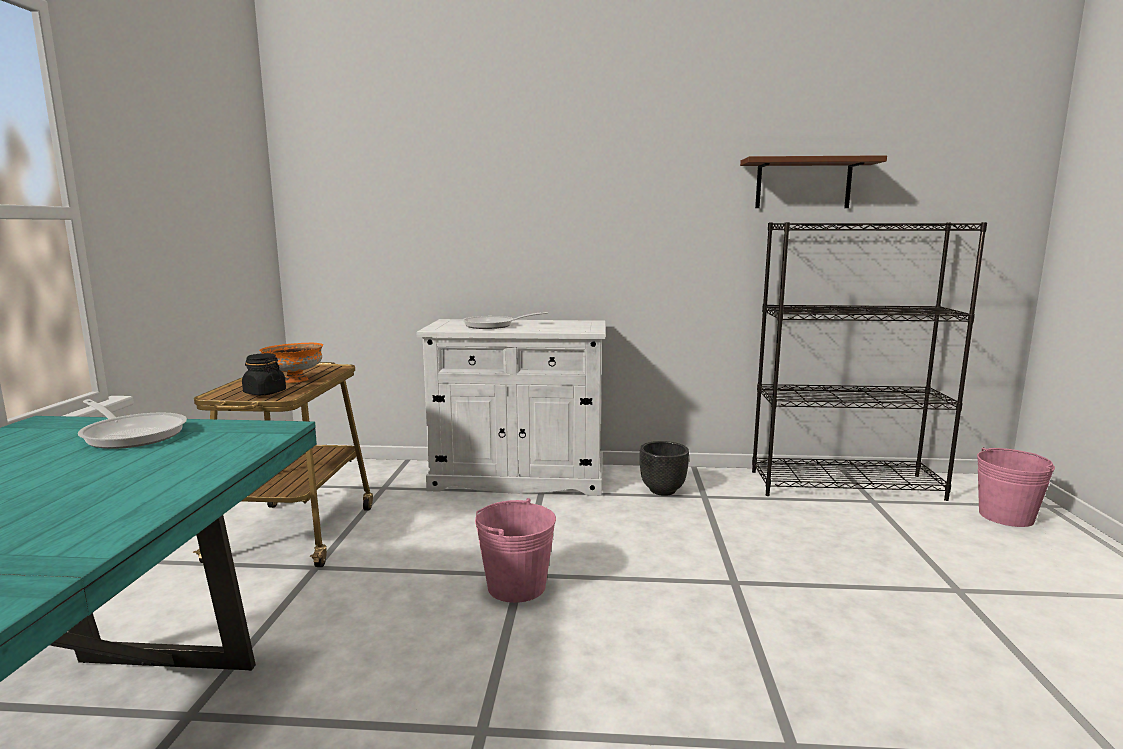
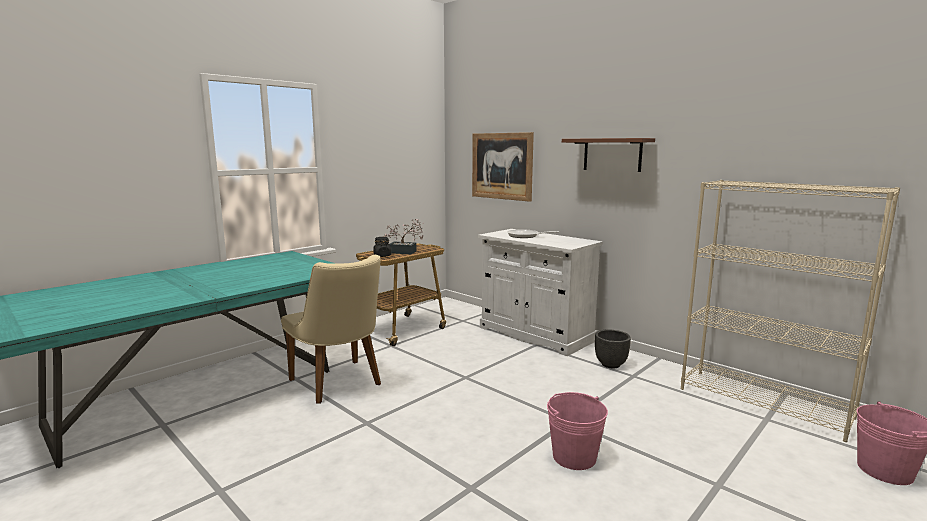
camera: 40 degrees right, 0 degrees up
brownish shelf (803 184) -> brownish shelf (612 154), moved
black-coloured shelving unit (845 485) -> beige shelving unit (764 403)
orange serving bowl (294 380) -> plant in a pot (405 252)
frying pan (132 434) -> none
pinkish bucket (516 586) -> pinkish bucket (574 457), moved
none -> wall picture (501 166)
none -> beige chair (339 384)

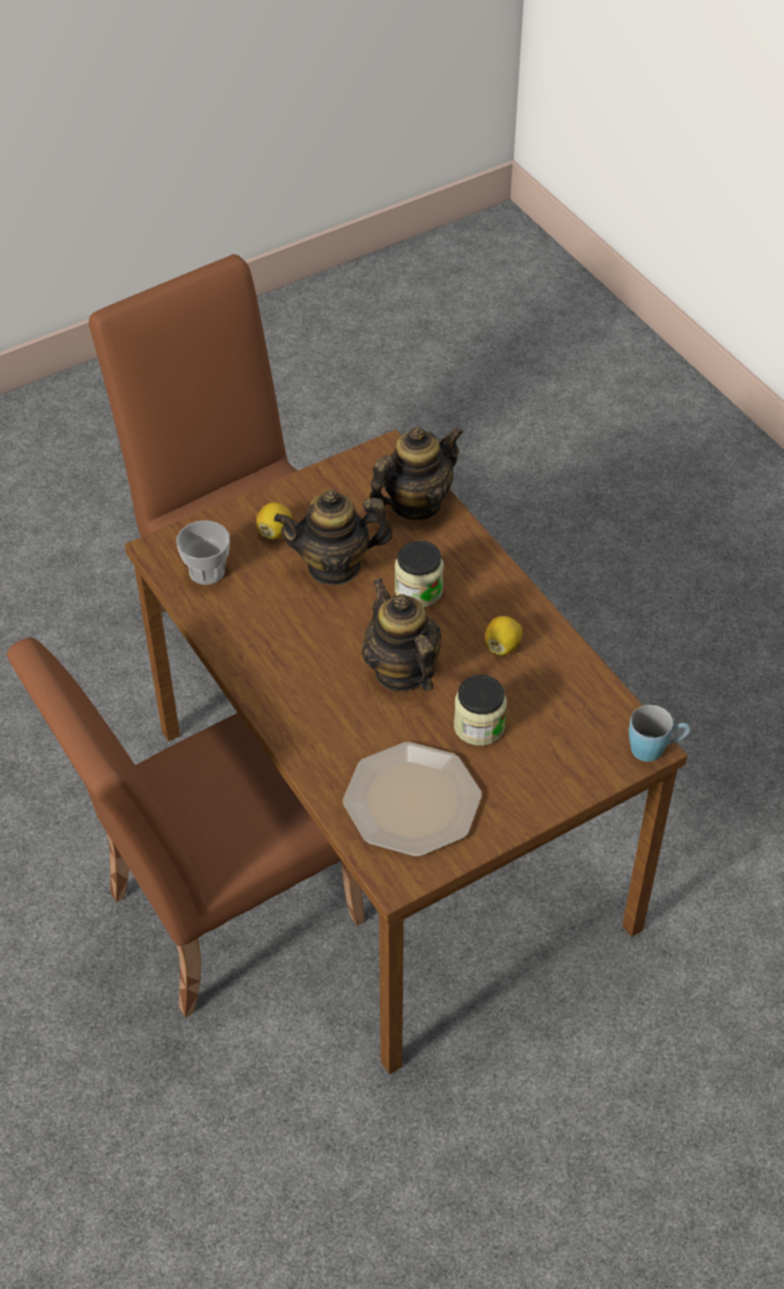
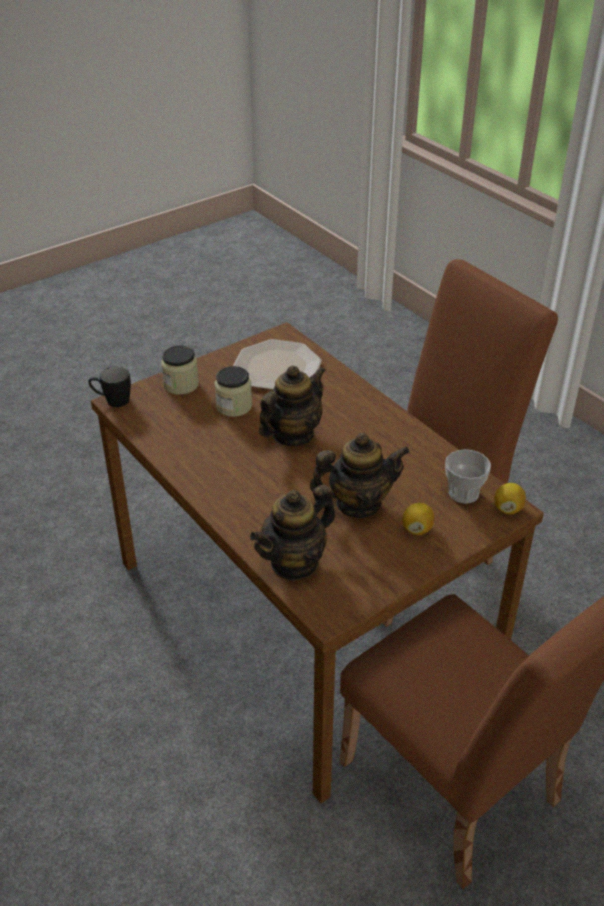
camera: 175 degrees right, 10 degrees down
storage jar (418 590) -> storage jar (181 385), moved
tea pot (401 671) -> tea pot (292 434), 105 degrees counterclockwise
whole lemon (502 646) -> whole lemon (508 508), moved
blue coffee mug (655 749) -> black-coloured coffee mug (112 401)

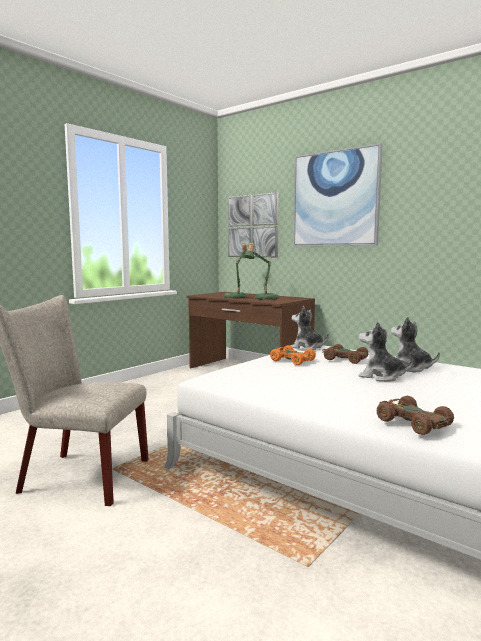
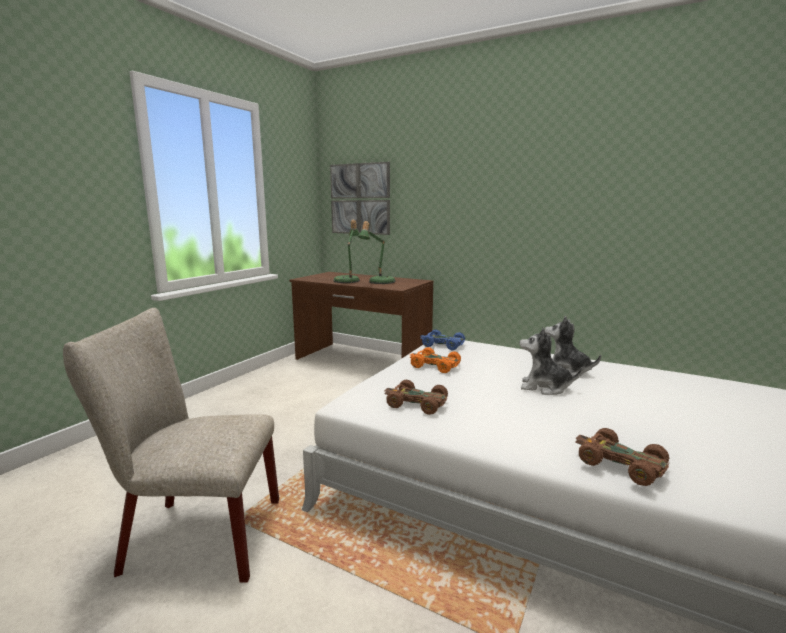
camera: 10 degrees left, 5 degrees up
wall picture (335 199) -> none
plush toy (307 348) -> blue model car (442 345)
brownish model car (345 359) -> brownish model car (416 404), moved

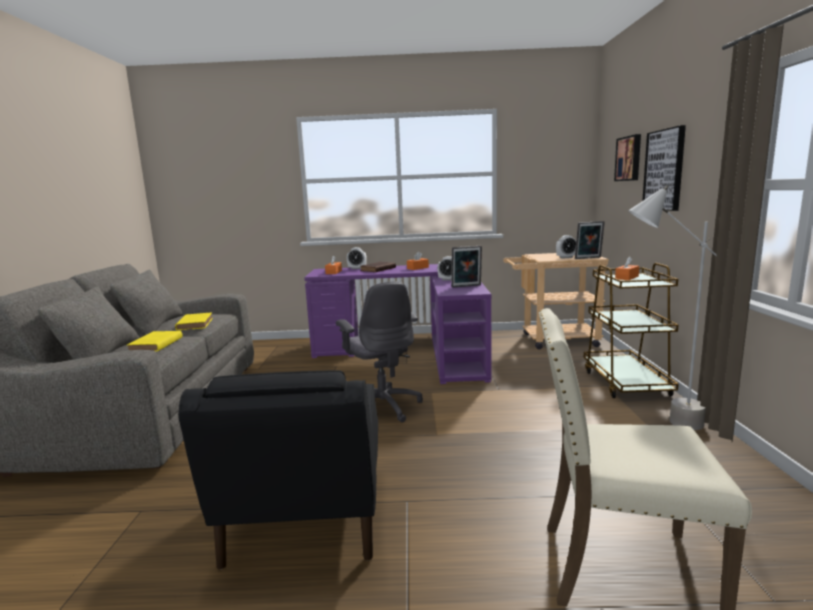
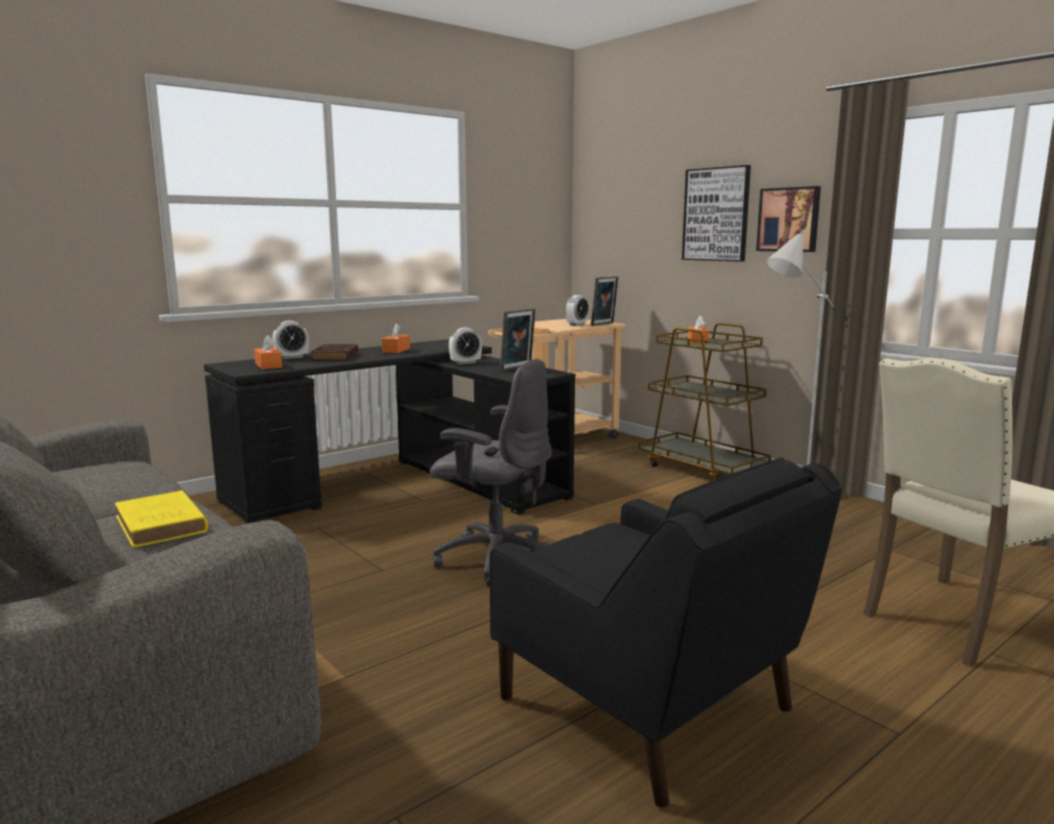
camera: 40 degrees left, 0 degrees up
wall picture (629 158) -> wall picture (789 219), moved
purplish desk (413 352) -> black-coloured desk (405 485)
yellowish volume (195 324) -> none

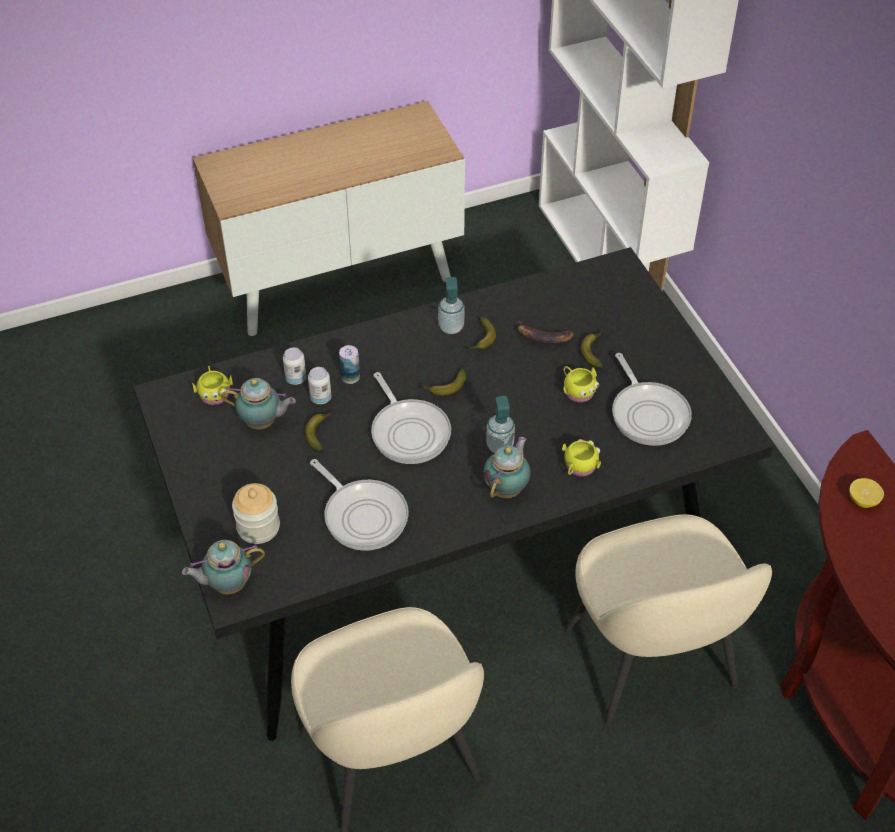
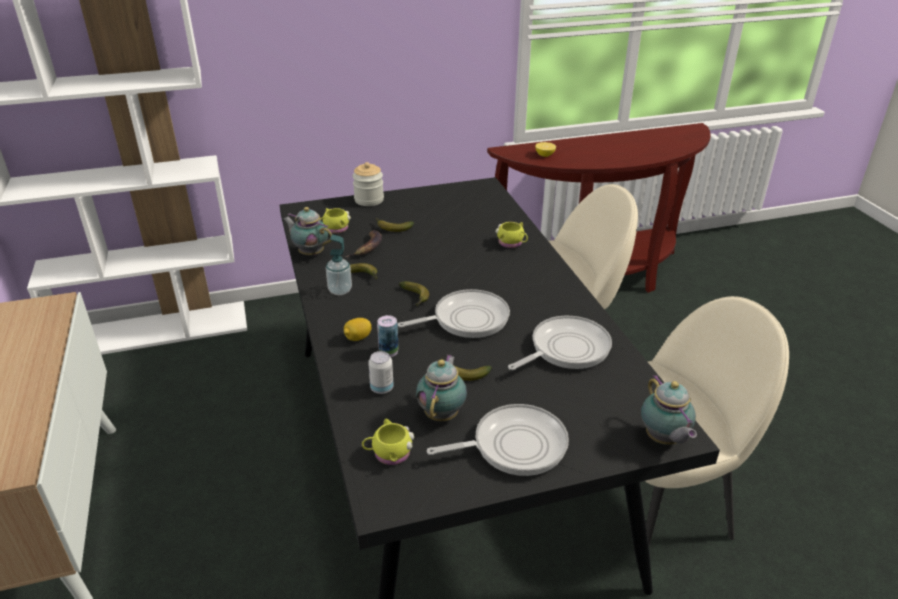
camera: 85 degrees left, 15 degrees down
frying pan (648 414) -> frying pan (513 445), moved
yellowish coffee mug (577 390) -> yellowish coffee mug (334 229), moved
metal can (320 398) -> none
soap bottle (499 446) -> none
tea pot (507 488) -> tea pot (310 253), moved
storage jar (258 527) -> storage jar (369 200), moved
none -> whole lemon (358 338)

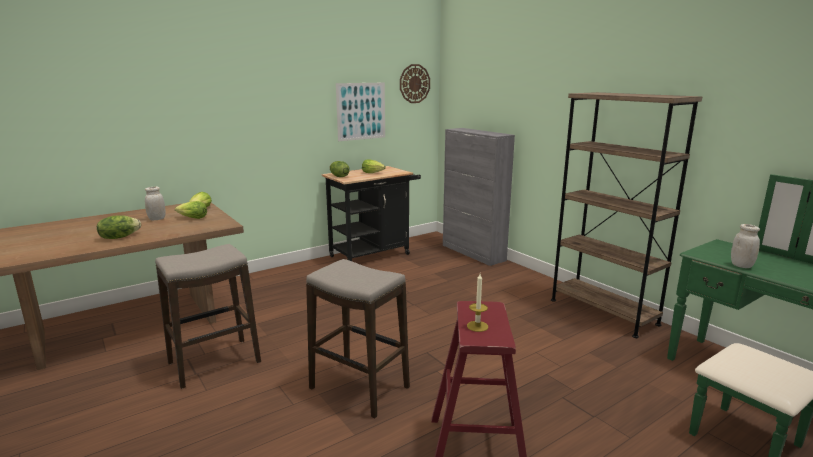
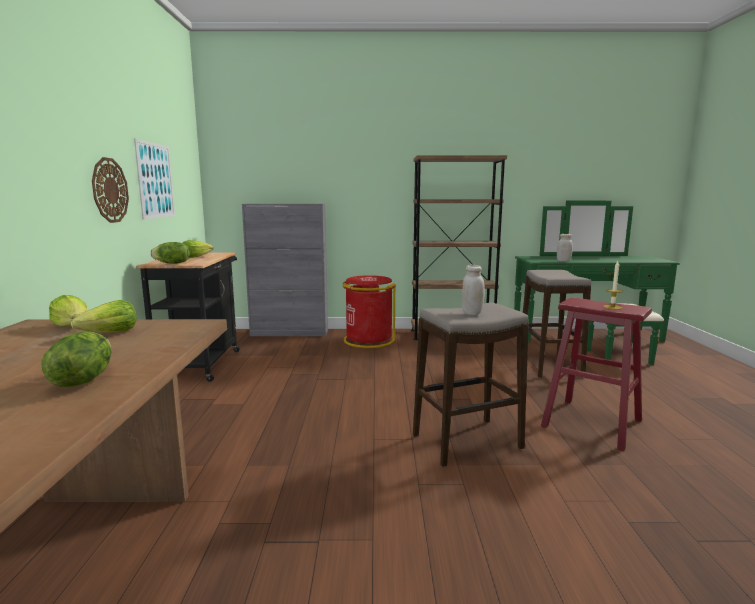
camera: 55 degrees left, 5 degrees down
wall clock (414 83) -> wall clock (110 190), moved
white storage jar (157 219) -> white storage jar (472 313), moved
sitting stool (215 363) -> sitting stool (549 366), moved
none -> red-coloured rubbish bin (368 340)

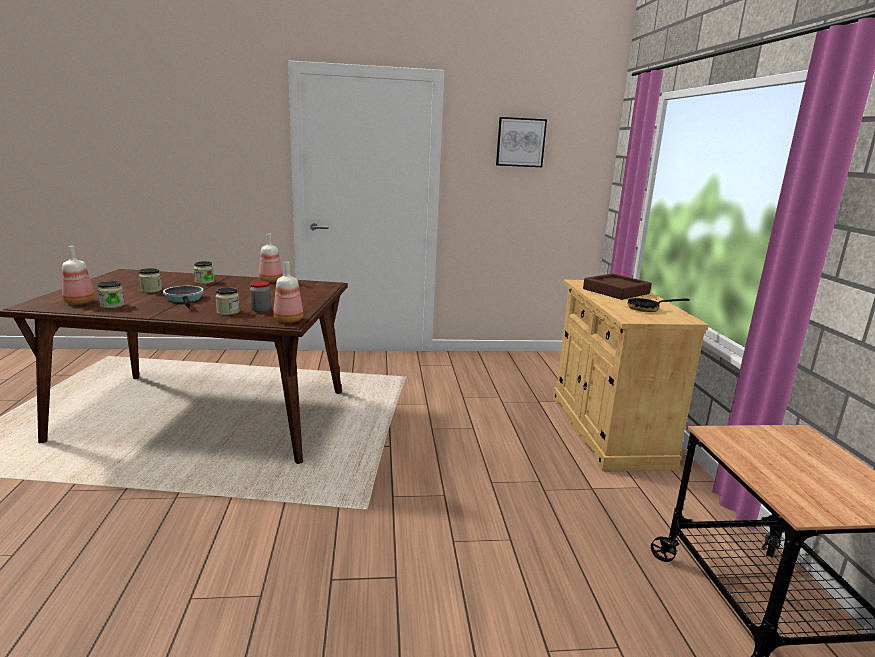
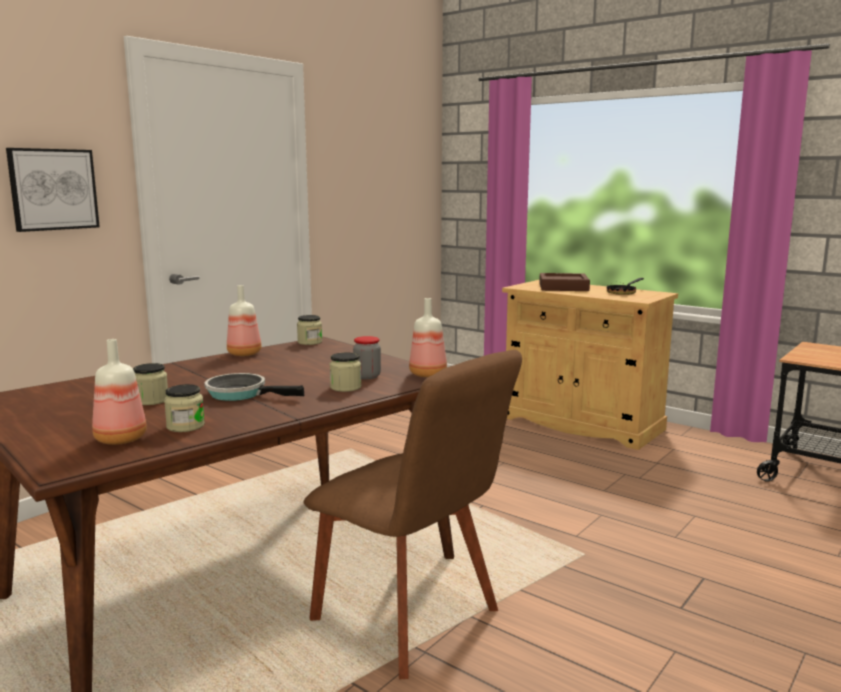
camera: 45 degrees left, 5 degrees down
wall picture (520 142) -> wall picture (53 189), moved
storage jar (204 282) -> storage jar (310 342), moved
none -> brownish chair (412 619)

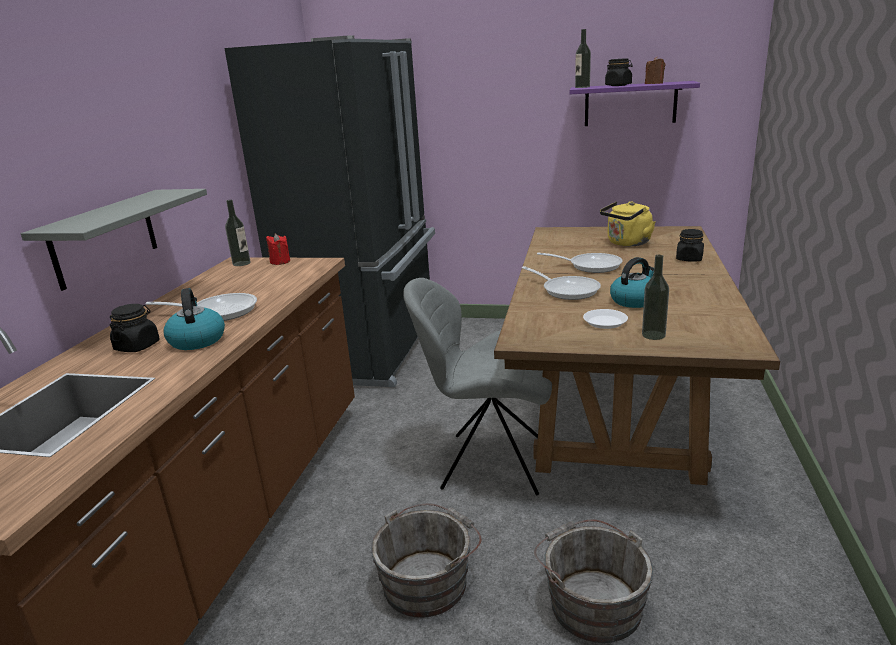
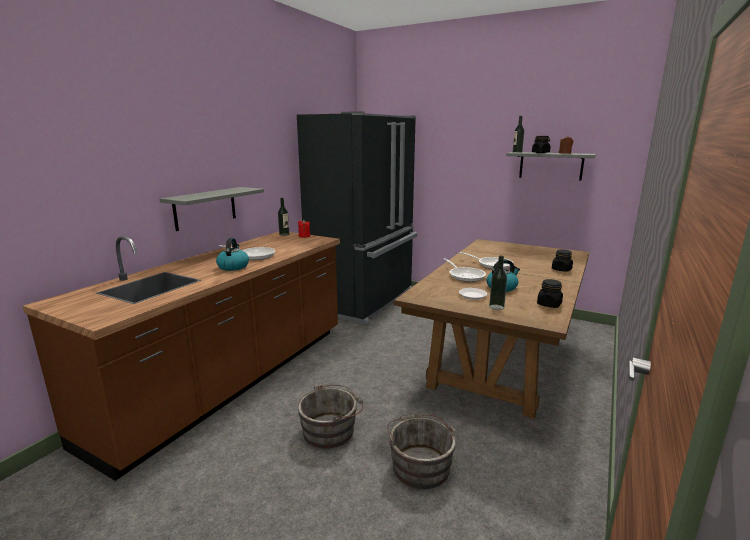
camera: 15 degrees right, 5 degrees down
purplish shelf (630 104) -> gray shelf (550 166)
yellowish kettle (627 243) -> none
gray chair (489 463) -> none
black-coloured storage jar (137 346) -> black-coloured storage jar (549 304), moved

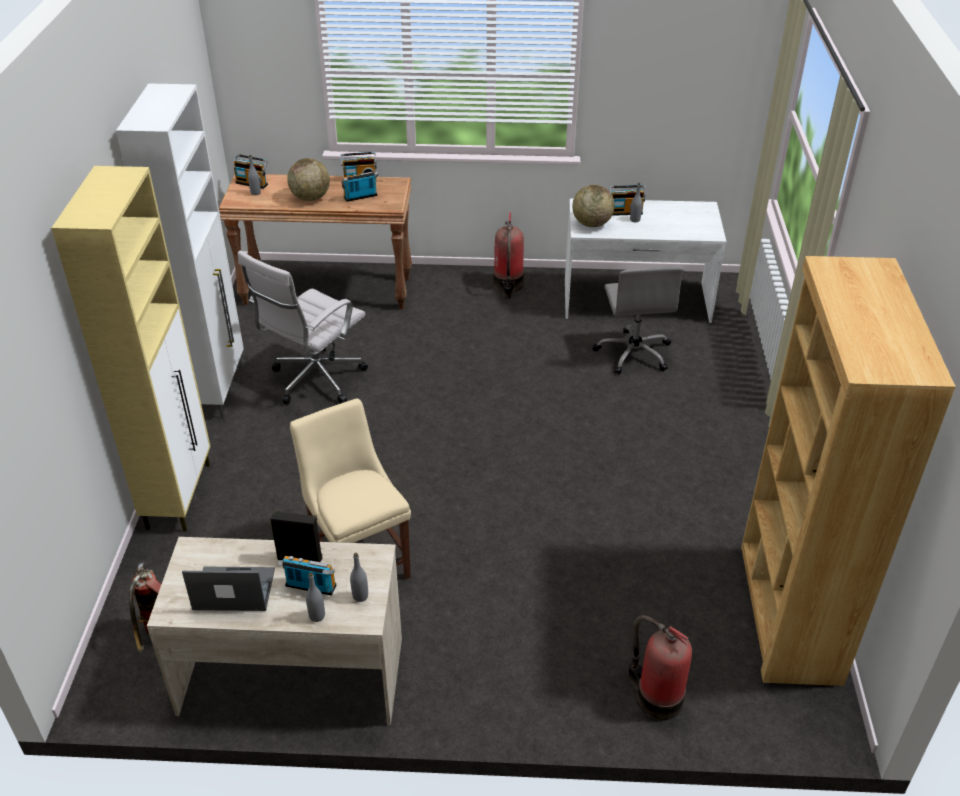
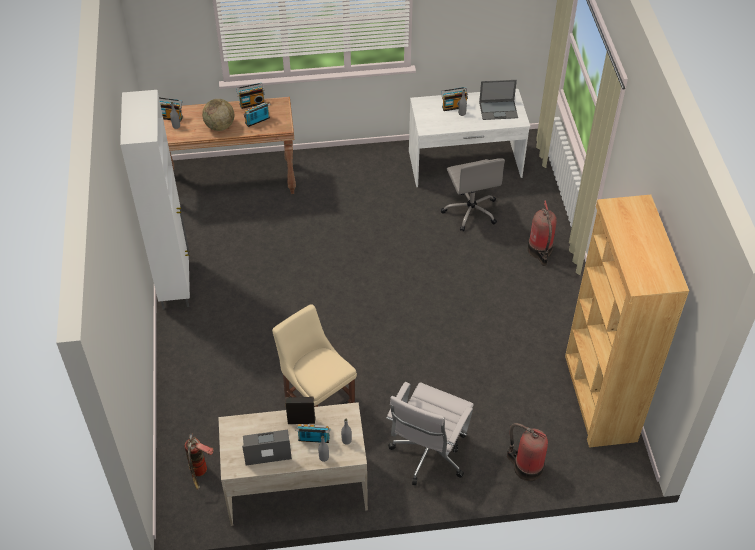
camera: 10 degrees left, 10 degrees up
beige storage cabinet (179 495) -> none
globe (591 224) -> none
fire-fighting cylinder (508 285) -> fire-fighting cylinder (540 251), moved
white desk chair (314 381) -> white desk chair (428 456), moved
none -> portable computer (498 110)

